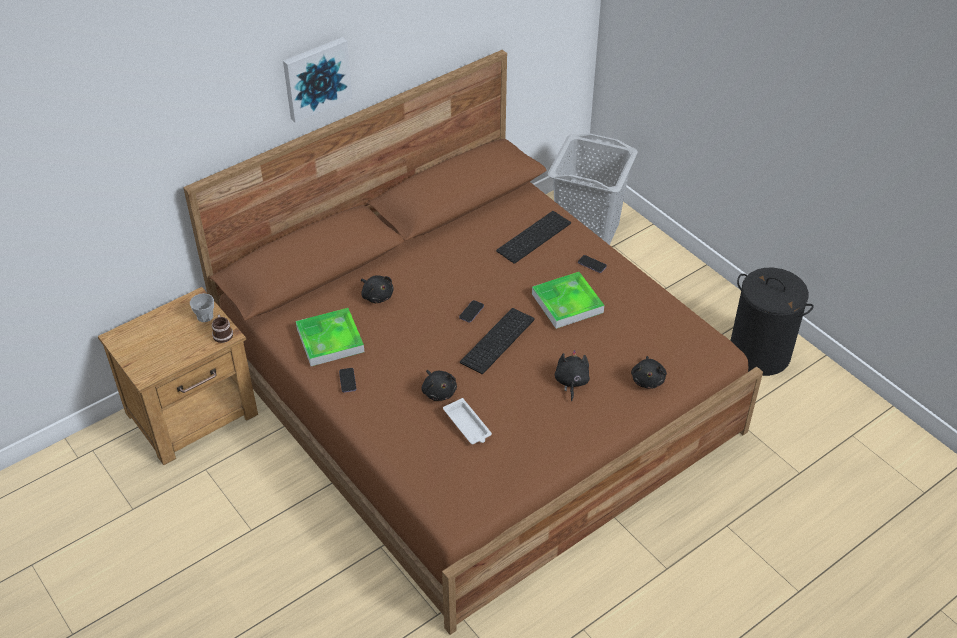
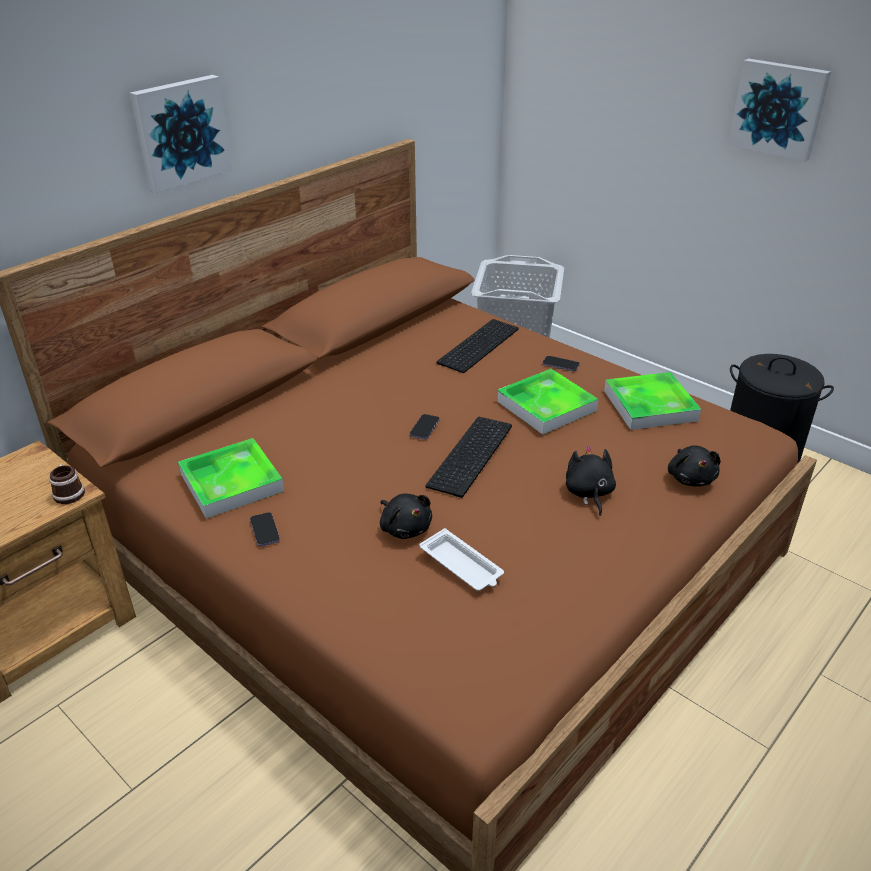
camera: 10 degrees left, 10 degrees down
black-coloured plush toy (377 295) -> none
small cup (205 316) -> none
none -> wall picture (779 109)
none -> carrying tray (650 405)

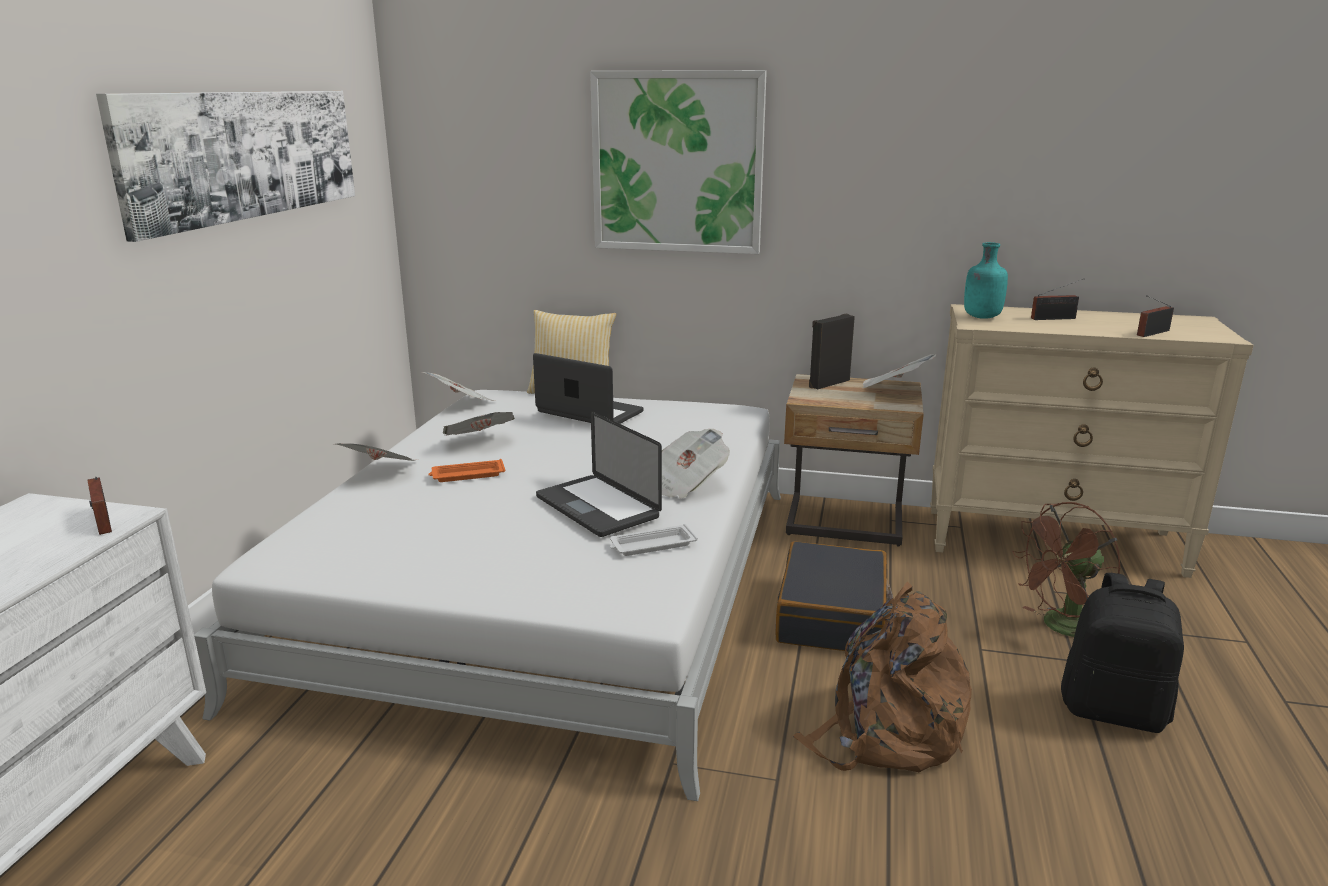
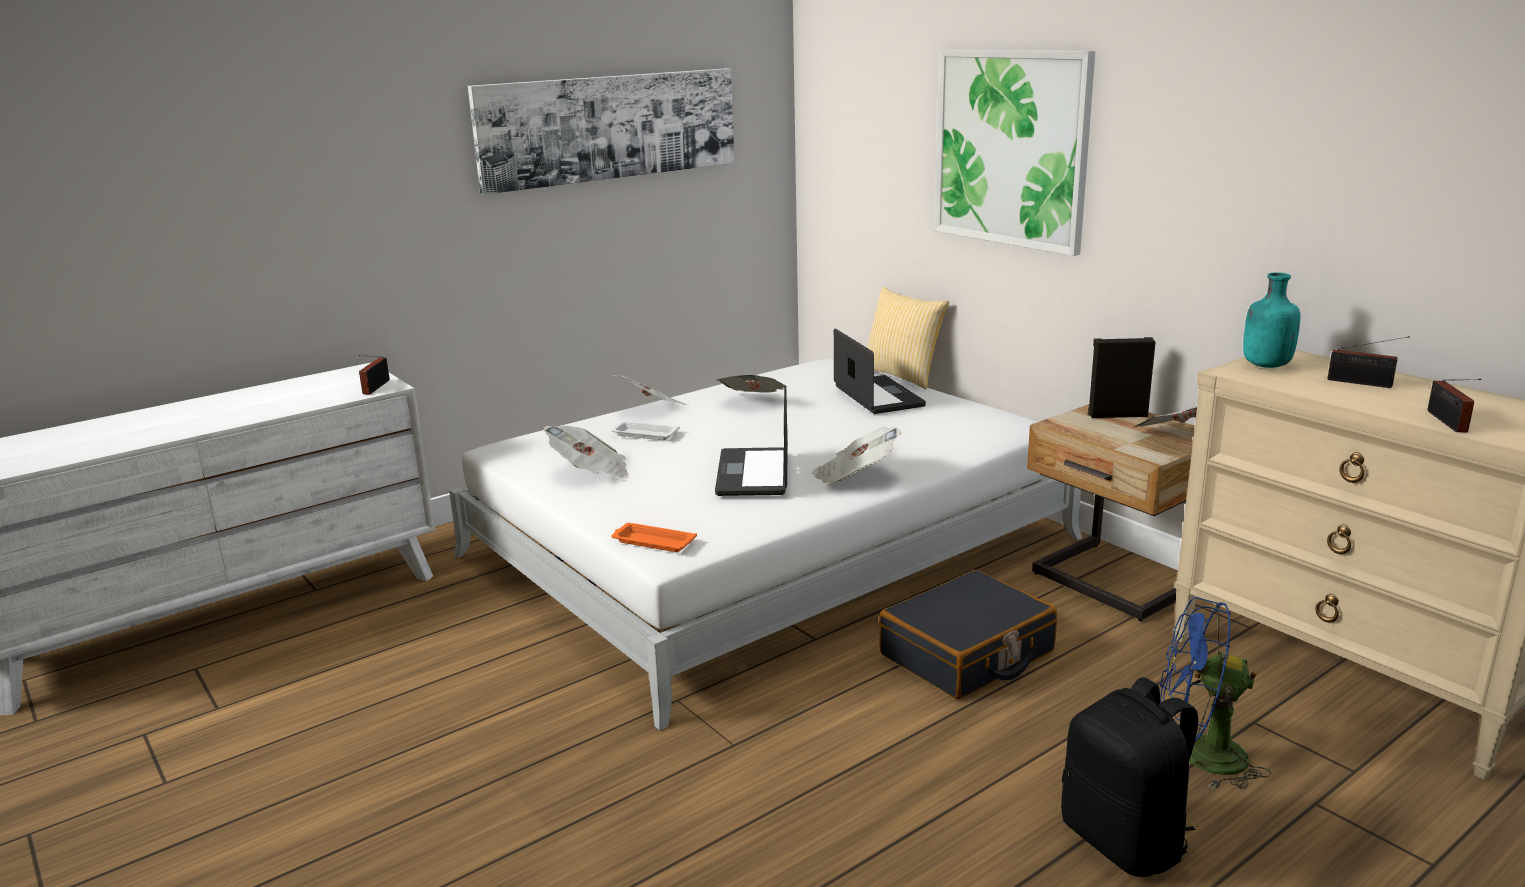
camera: 40 degrees right, 0 degrees up
radio receiver (1151 333) -> radio receiver (1448 422), 90 degrees counterclockwise
printed paper (461 404) -> printed paper (591 472), moved
orange carrying tray (467 475) -> orange carrying tray (652 542), moved
brownish fan (1062 628) -> blue fan (1199 756)
white carrying tray (652 545) -> white carrying tray (644 434), moved
brownish rucksack (886 732) -> none

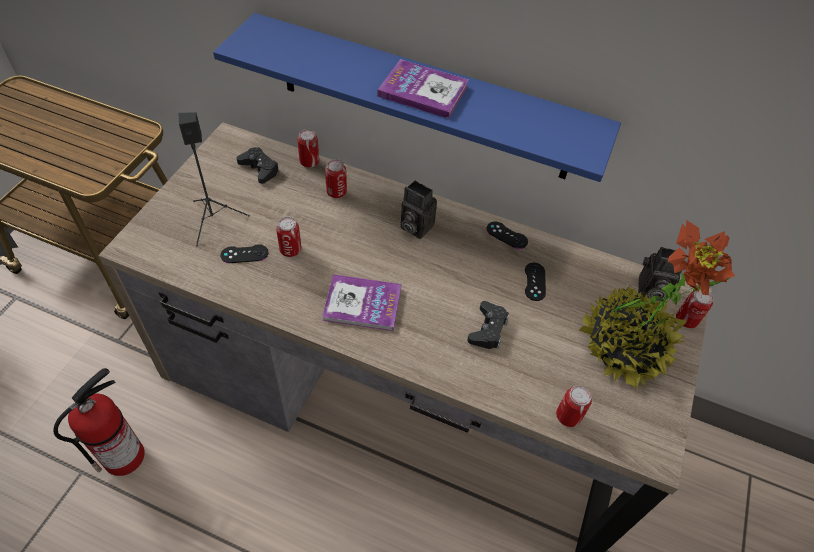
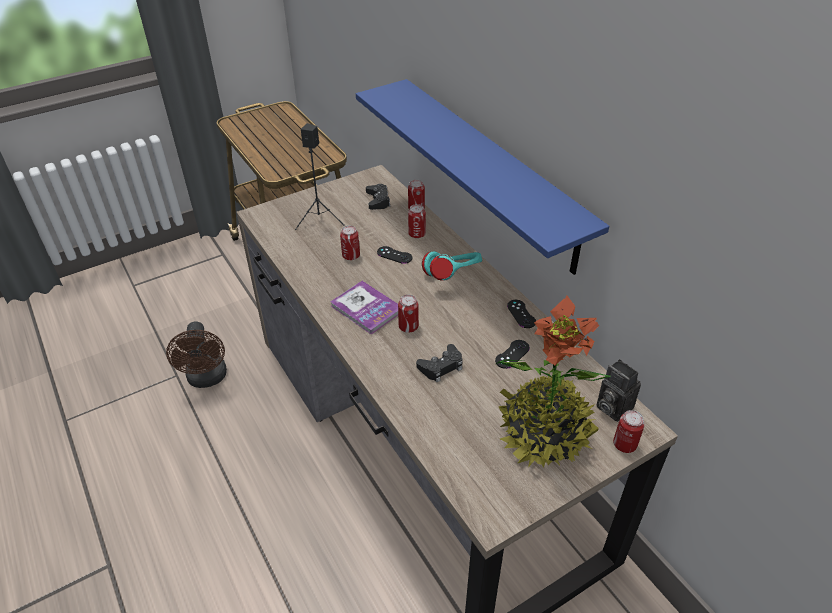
camera: 40 degrees right, 10 degrees down
volume (423 91) -> none
still camera (414 226) -> turquoise-coloured headphones (452 278)
black-coloured game controller (244 254) -> black-coloured game controller (394 255), moved
fire-fighting cylinder (125 455) -> brownish fan (207 379)
metal can (568 416) -> metal can (408 327), moved

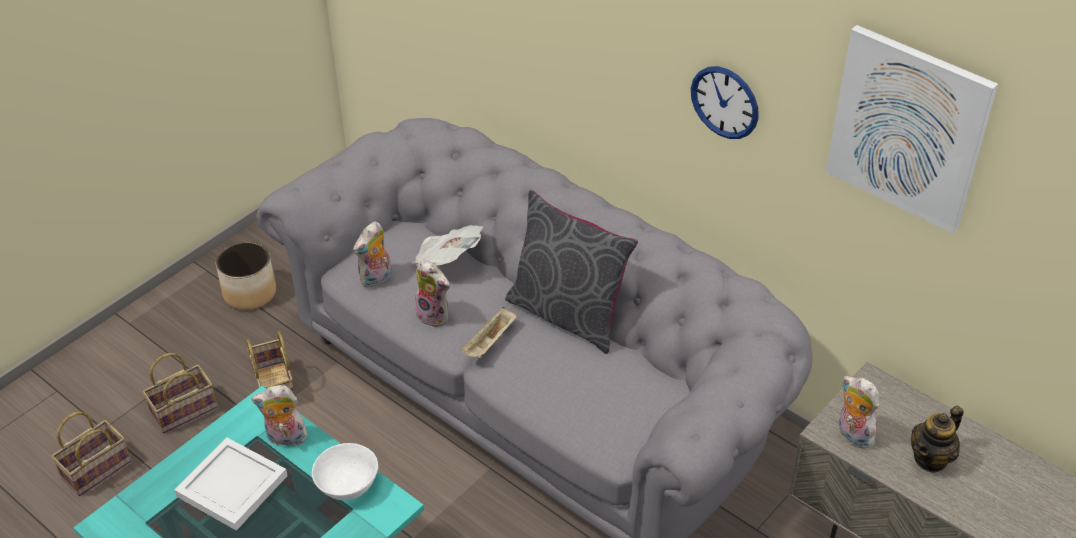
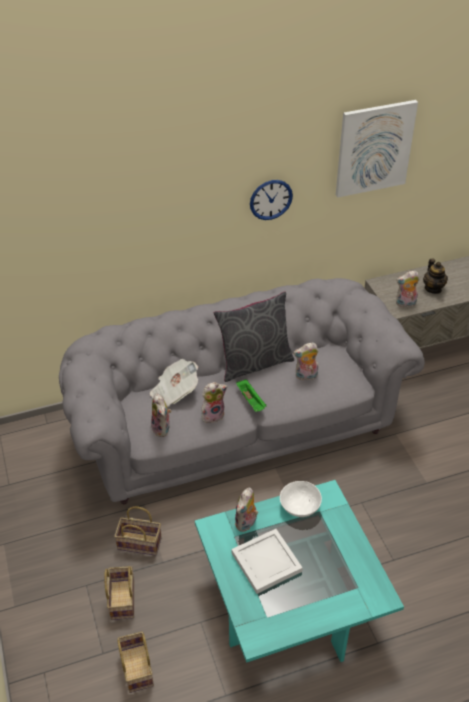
camera: 60 degrees left, 0 degrees up
planter (250 292) -> none
beige carrying tray (490 342) -> green carrying tray (251 401)
none -> plush toy (306 376)

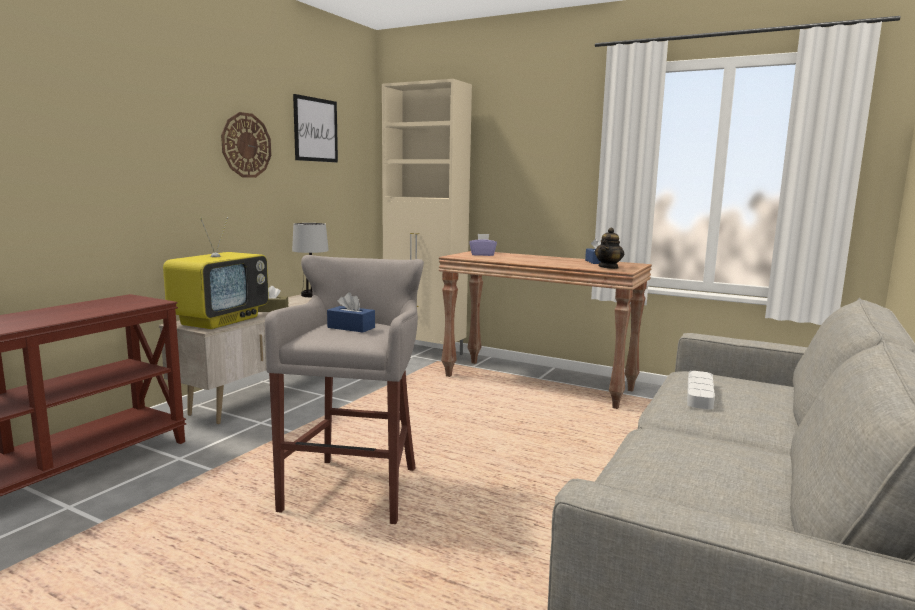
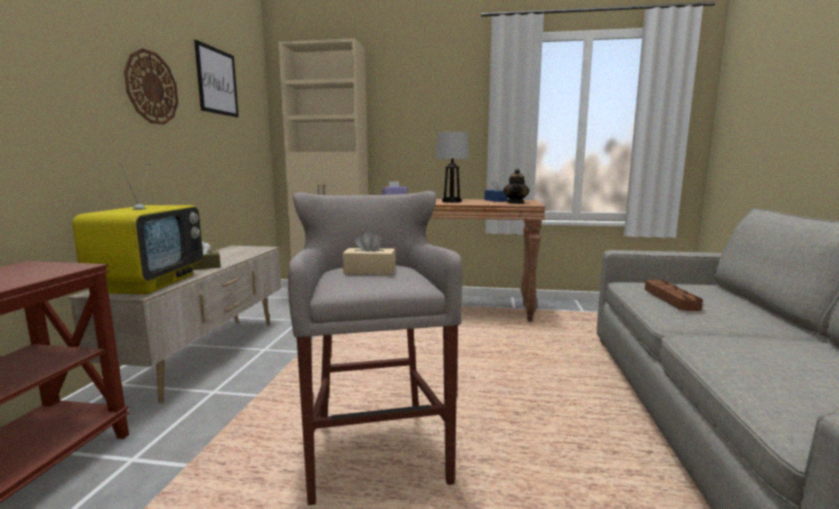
camera: 20 degrees left, 0 degrees up
tabletop lamp (311 295) -> tabletop lamp (451 201), moved
blue box of tissues (351 327) -> beige box of tissues (369 271)
gray carrying tray (699 394) -> brownish carrying tray (670 298)

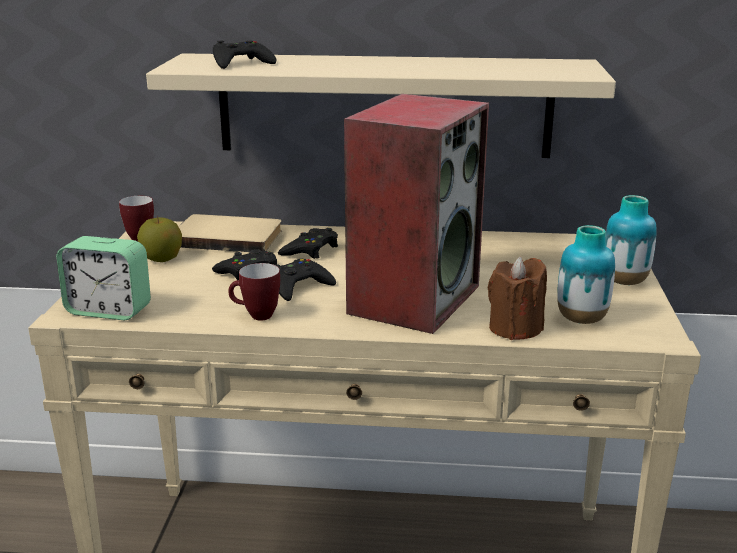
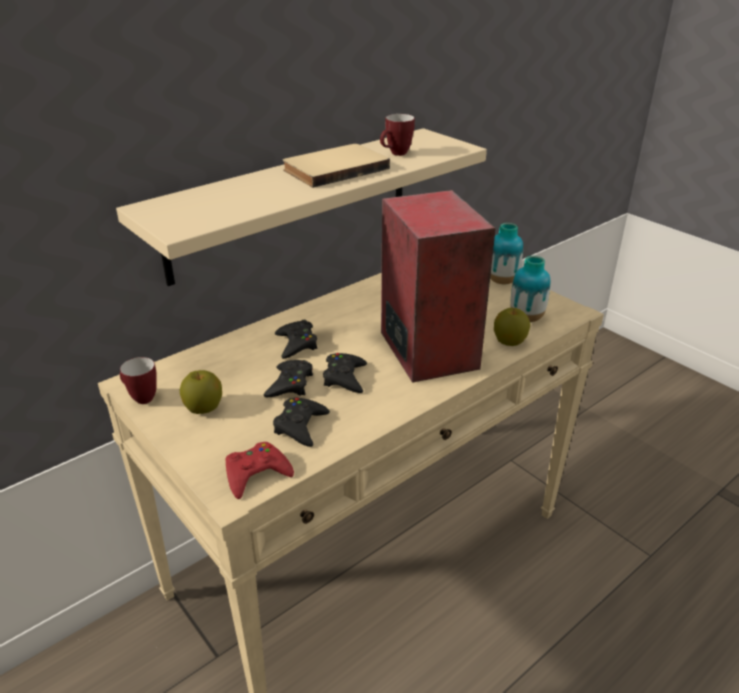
camera: 45 degrees left, 10 degrees up
black-coloured game controller (241 63) -> black-coloured game controller (300 426), moved
beige volume (228 237) -> beige volume (334 168), moved
table clock (109 310) -> red-coloured game controller (256 474)
brownish wax light (515 328) -> apple fruit (509 342)
coffee mug (255 316) -> coffee mug (396 154), moved

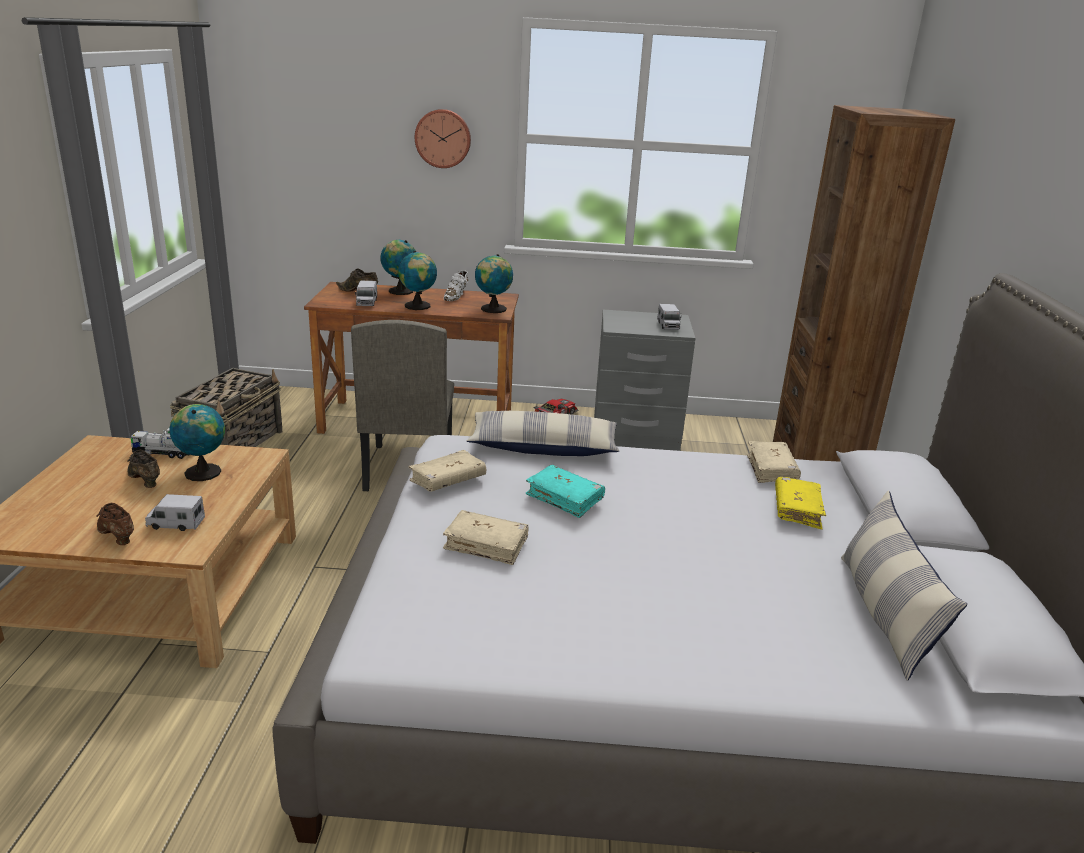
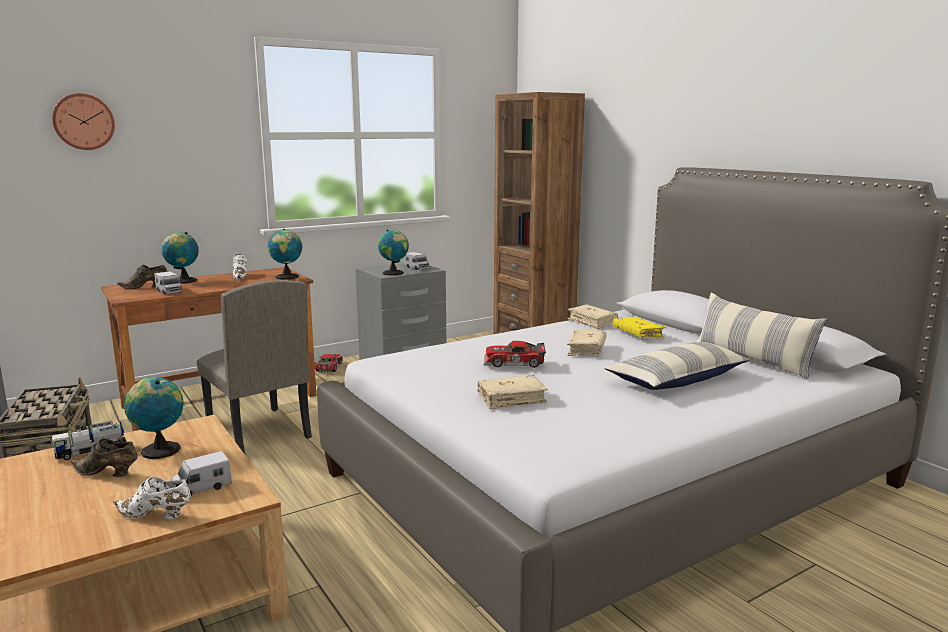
camera: 35 degrees left, 10 degrees down
wall clock (443 138) -> wall clock (83 122), moved
globe (418 306) -> globe (394 273), moved
throw pillow (543 447) -> throw pillow (677 379), moved
beige volume (447 480) -> beige volume (586 349), moved
turquoise-coloured volume (565 498) -> model car (514 363)
brownish shoe (116 536) -> white shoe (156 515)

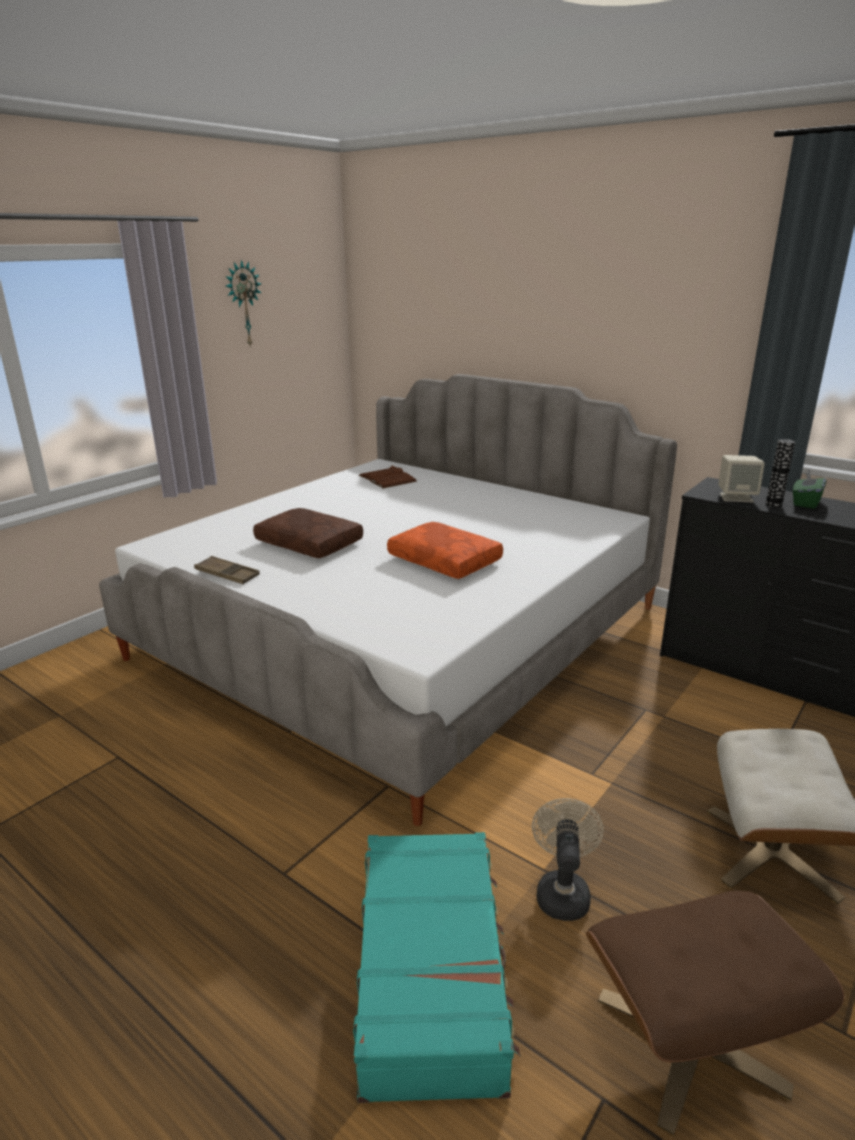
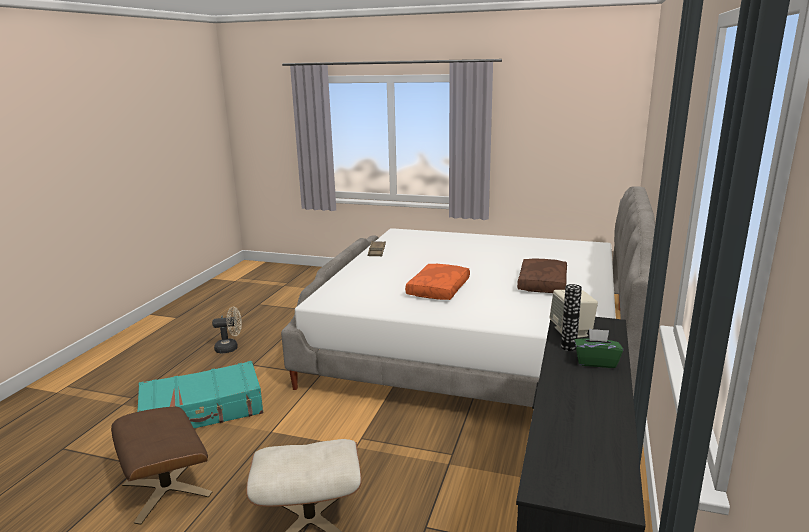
camera: 70 degrees right, 5 degrees down
wall clock (243 304) -> none
brownish volume (387 478) -> none
brownish throw pillow (311 543) -> brownish throw pillow (543 284), moved
beige fan (562 891) -> beige fan (230 348), moved

